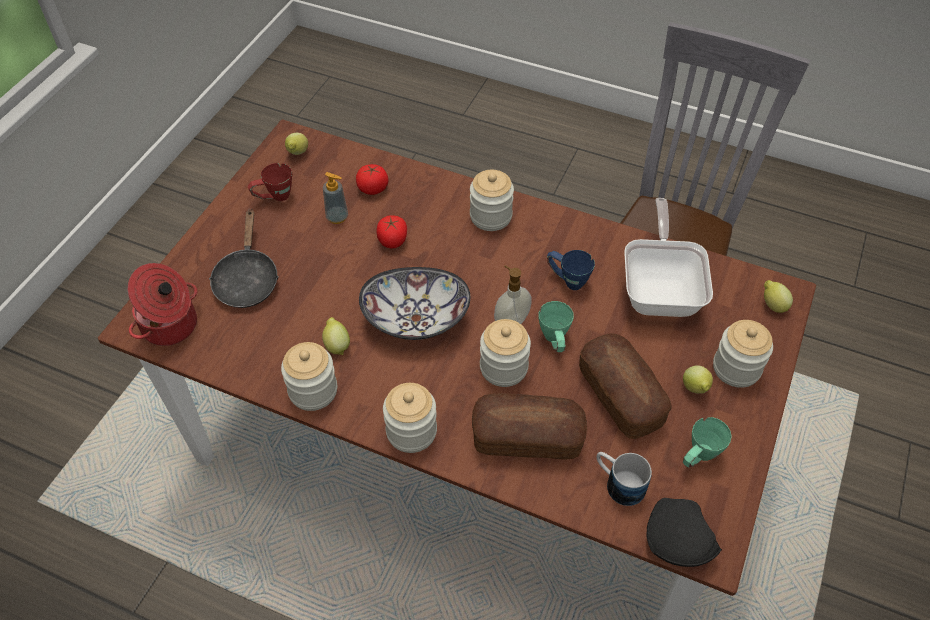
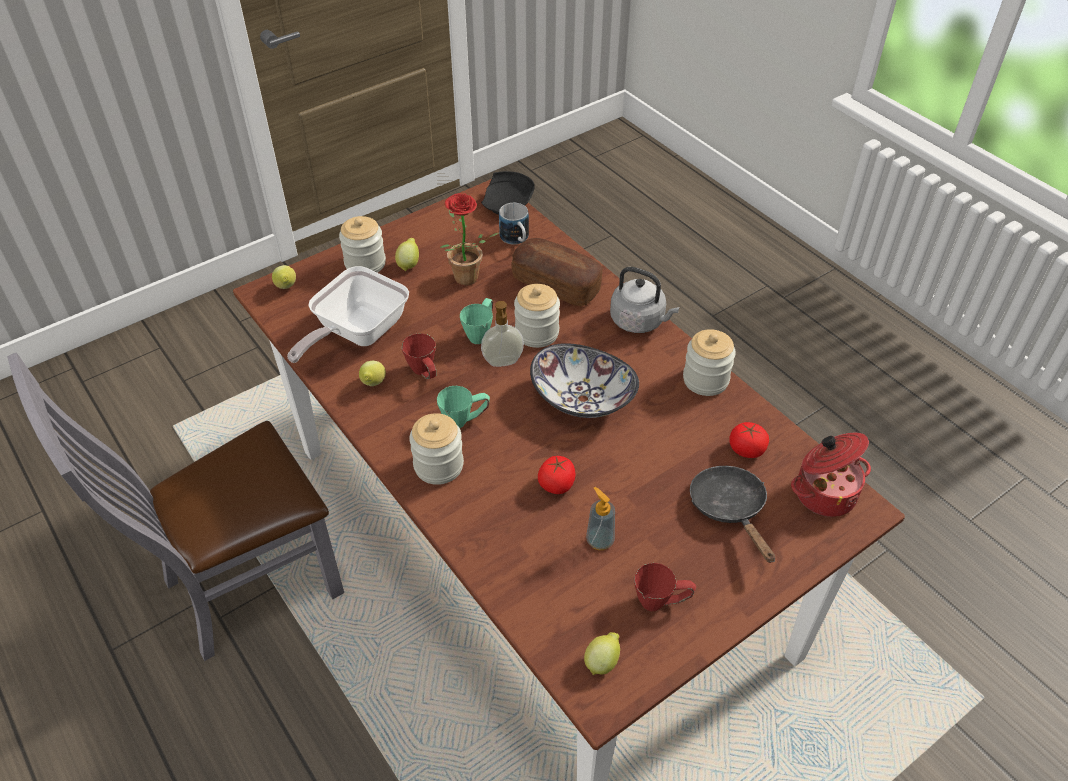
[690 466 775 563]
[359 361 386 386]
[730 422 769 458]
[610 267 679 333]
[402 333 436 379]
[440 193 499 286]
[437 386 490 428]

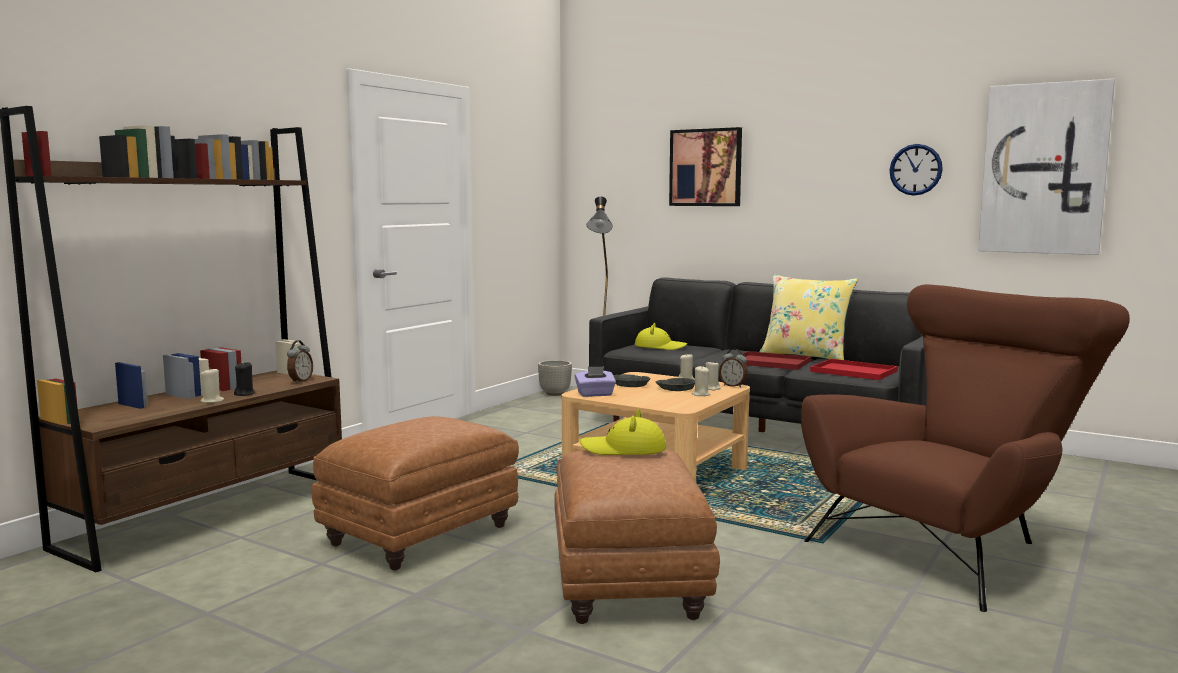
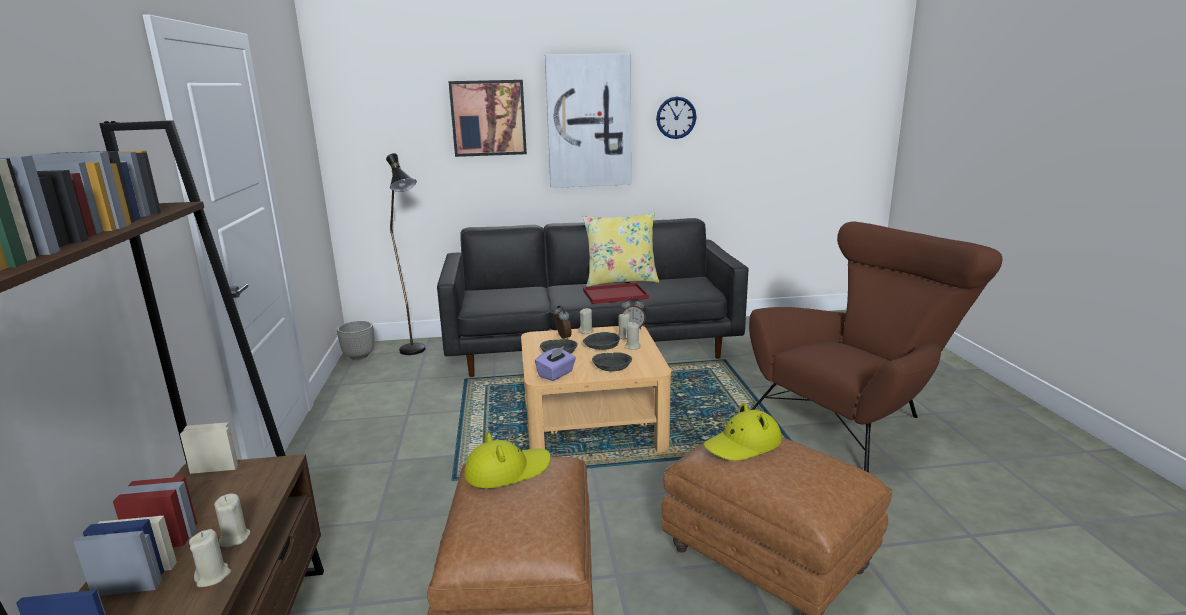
[214 494 250 547]
[554 305 572 339]
[464 433 551 488]
[749 221 1002 472]
[810 359 898 380] (first image)
[545 53 631 188]
[592 352 632 371]

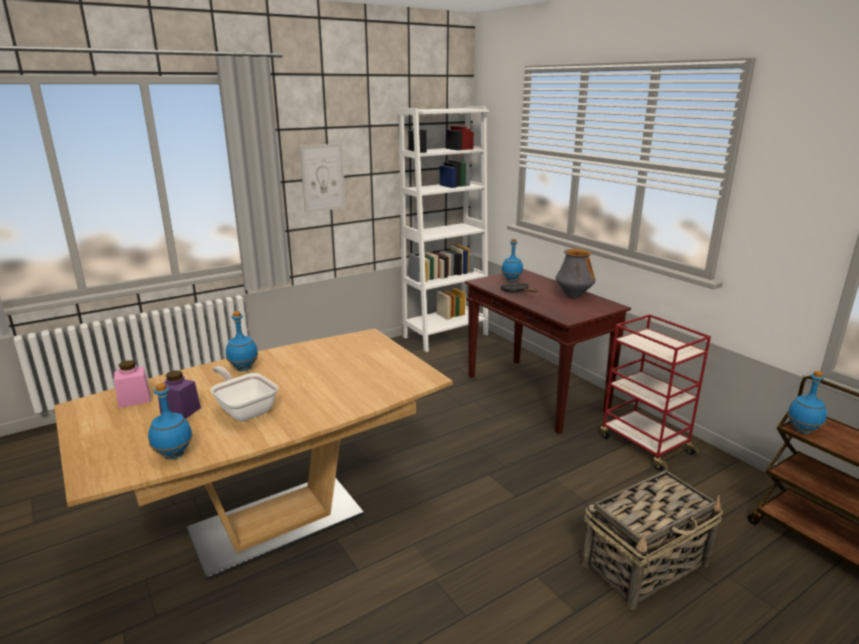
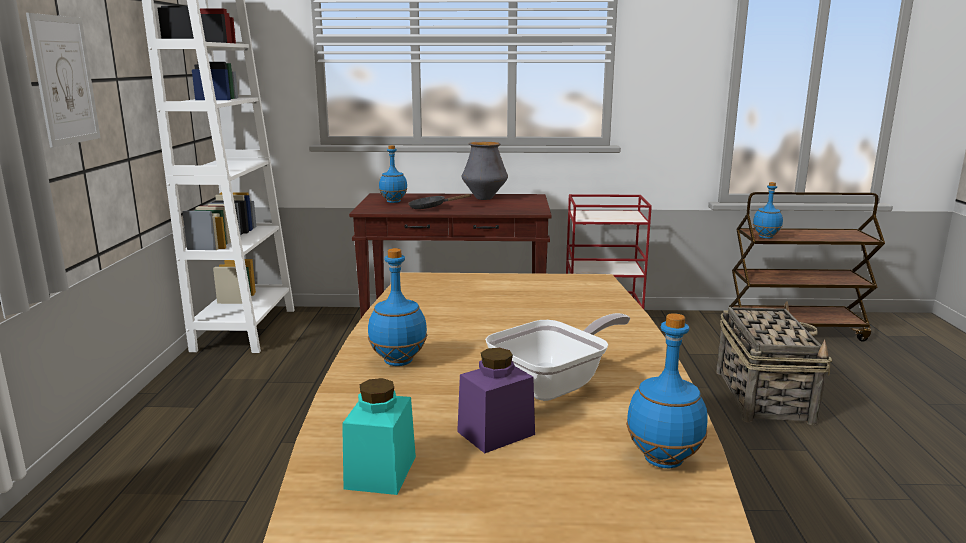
[342 378 416 495]
[485 313 630 401]

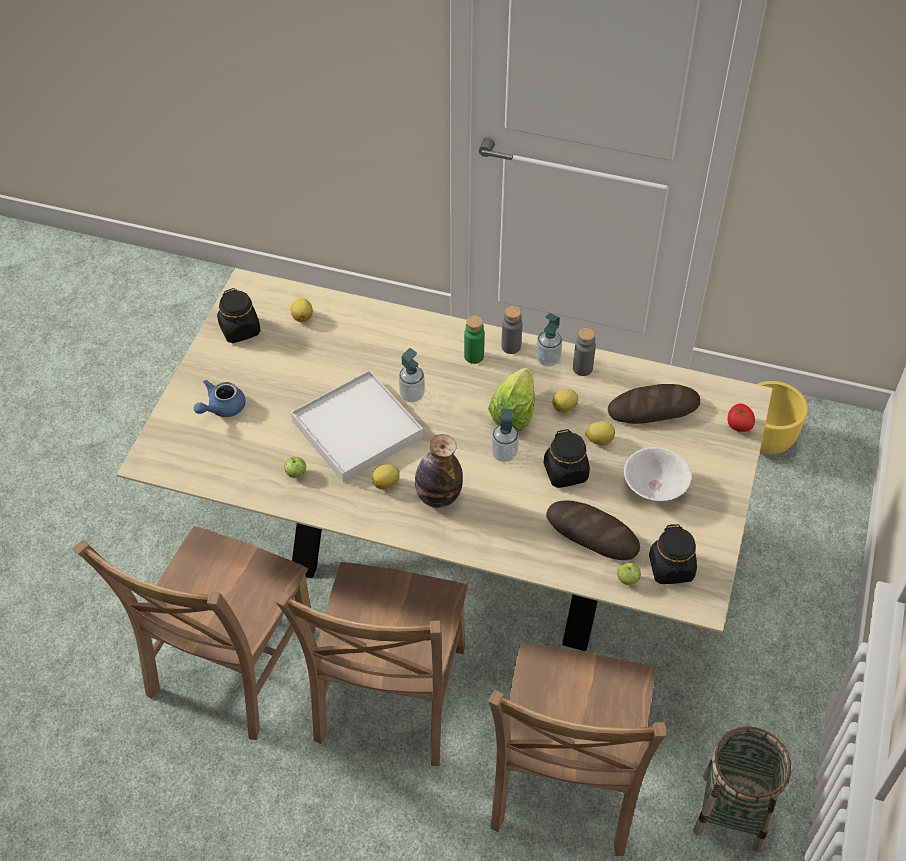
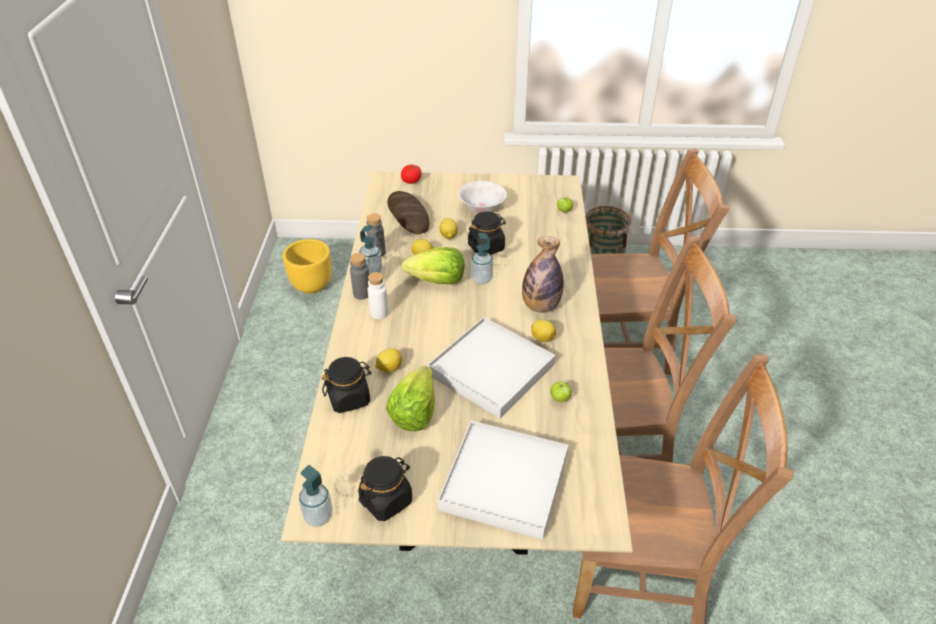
[438 421 568 540]
[375 348 402 372]
[299 465 333 527]
[368 272 389 319]
[546 501 640 560] (first image)
[322 357 372 413]
[386 366 435 431]

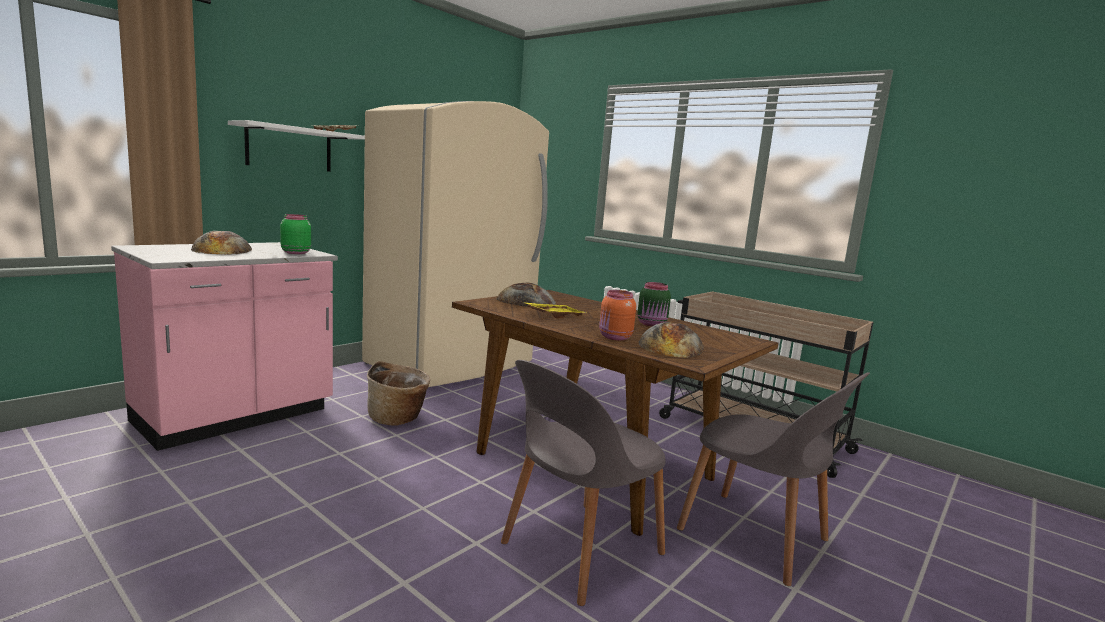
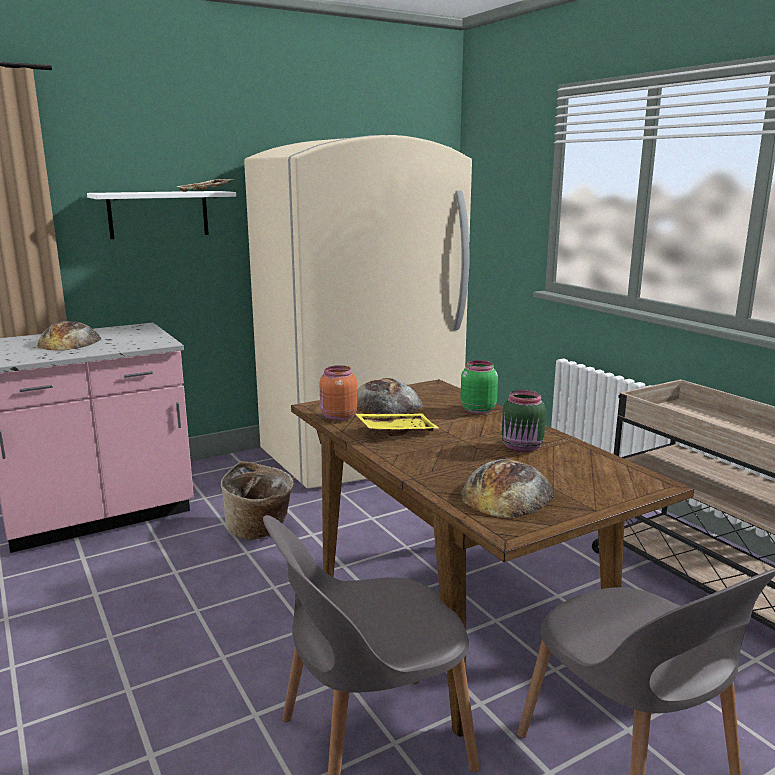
[460 360 498 414]
[320 365 357 421]

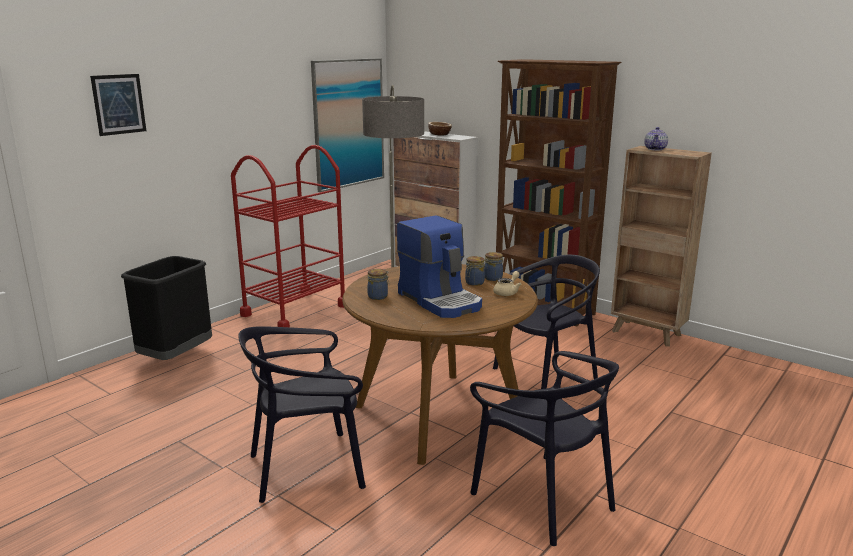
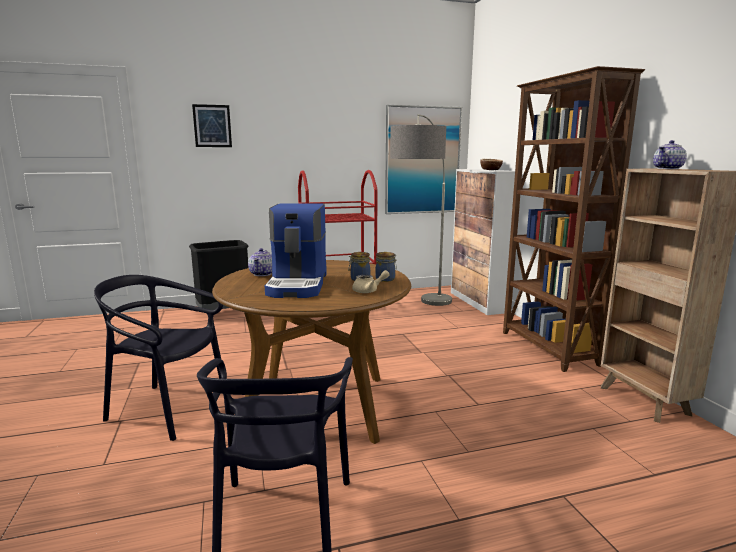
[248 248 272 276]
[493 255 600 389] (first image)

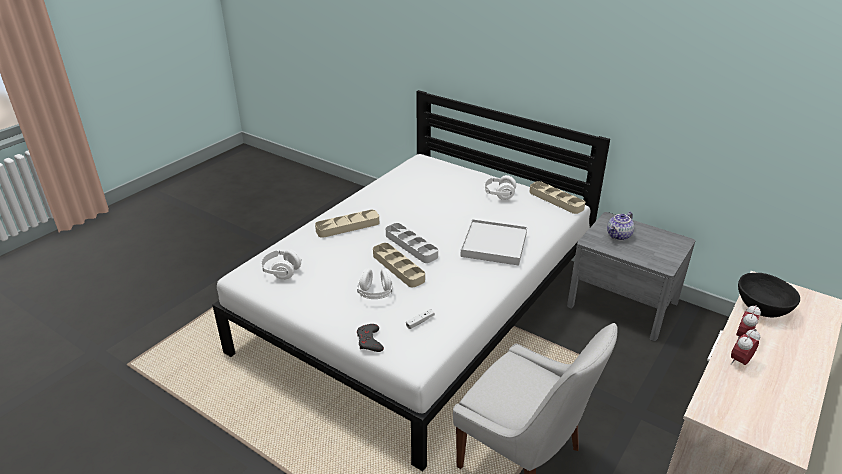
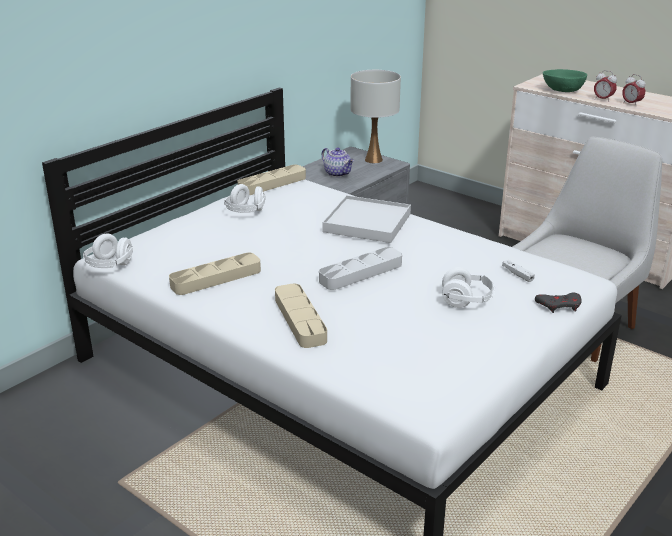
[83 233 133 268]
[169 253 261 295]
[543 69 587 92]
[350 70 401 163]

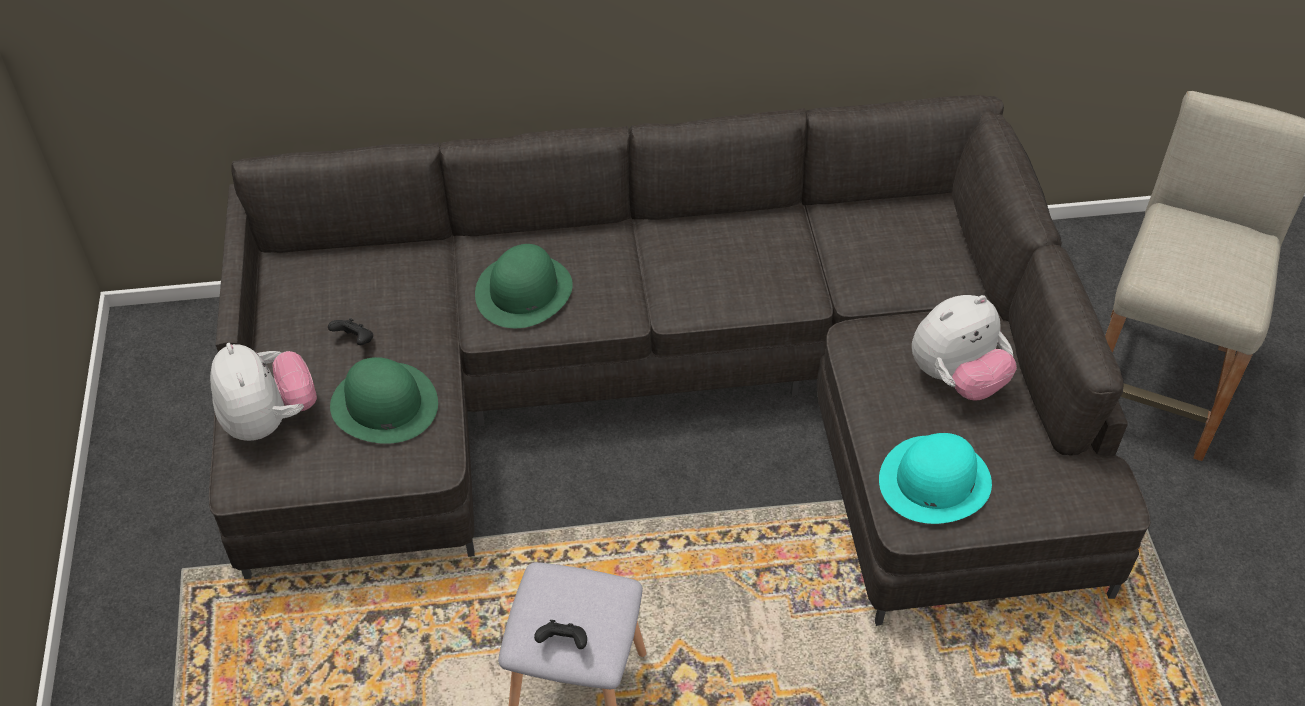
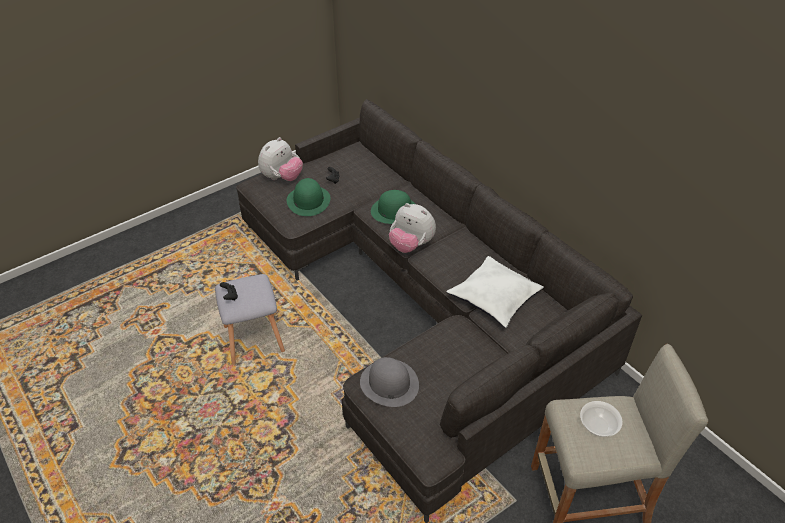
[360 357 419 407]
[389 203 436 253]
[446 256 544 328]
[580 401 622 437]

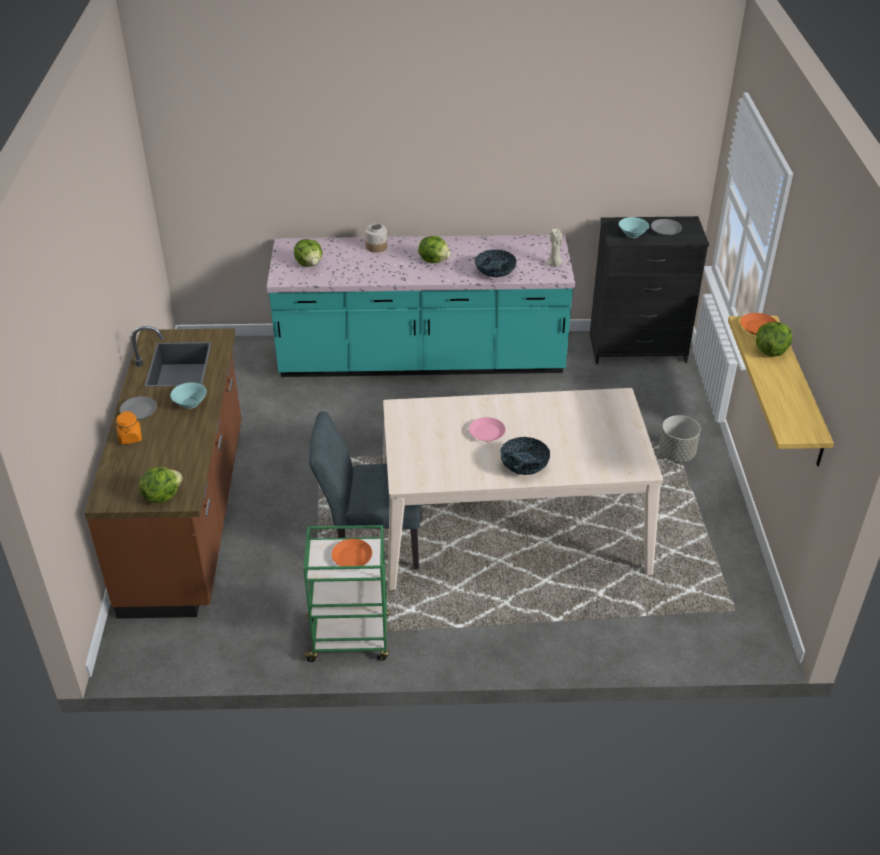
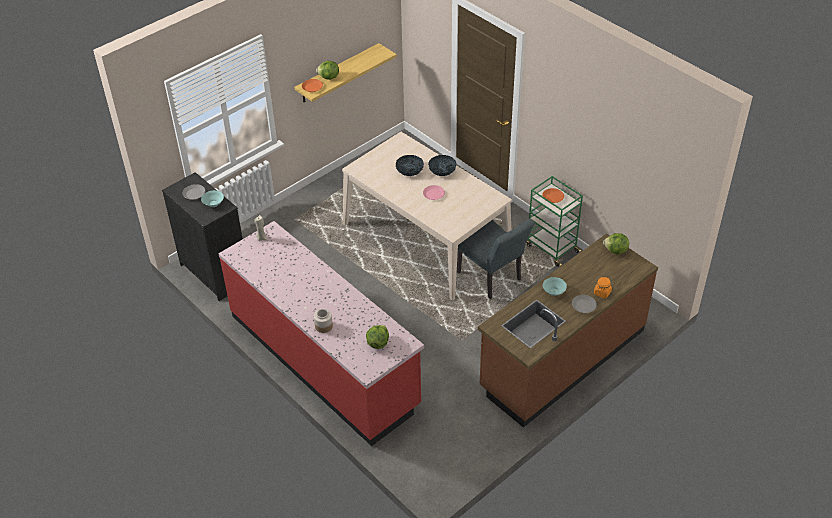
[219 221 424 446]
[418 236 451 263] (first image)
[396 155 424 176]
[659 415 701 462] (first image)

